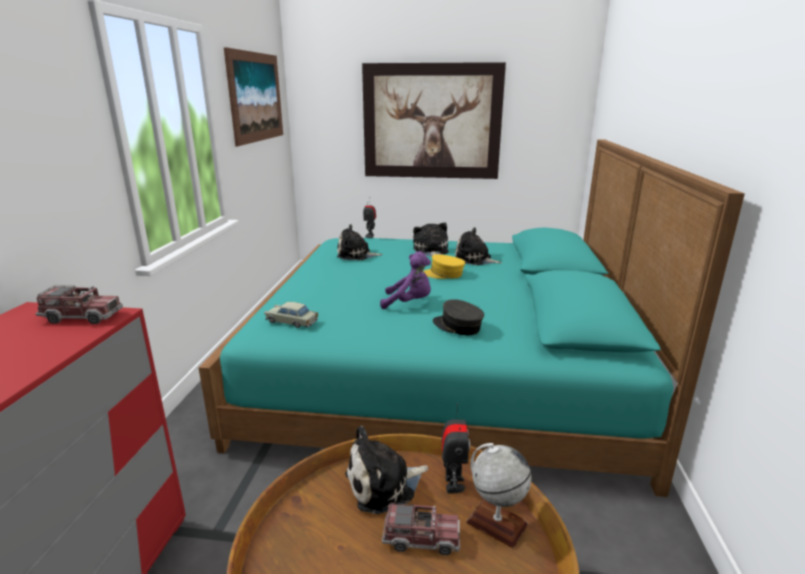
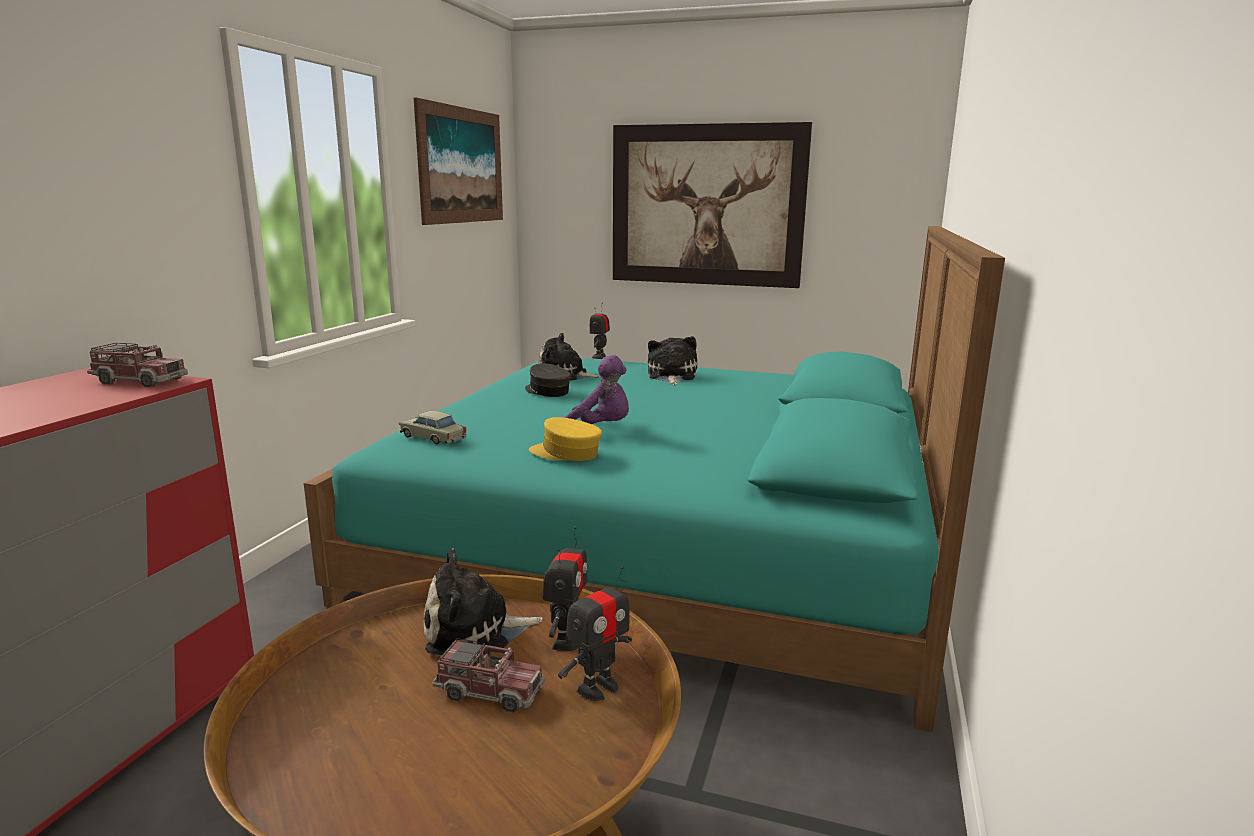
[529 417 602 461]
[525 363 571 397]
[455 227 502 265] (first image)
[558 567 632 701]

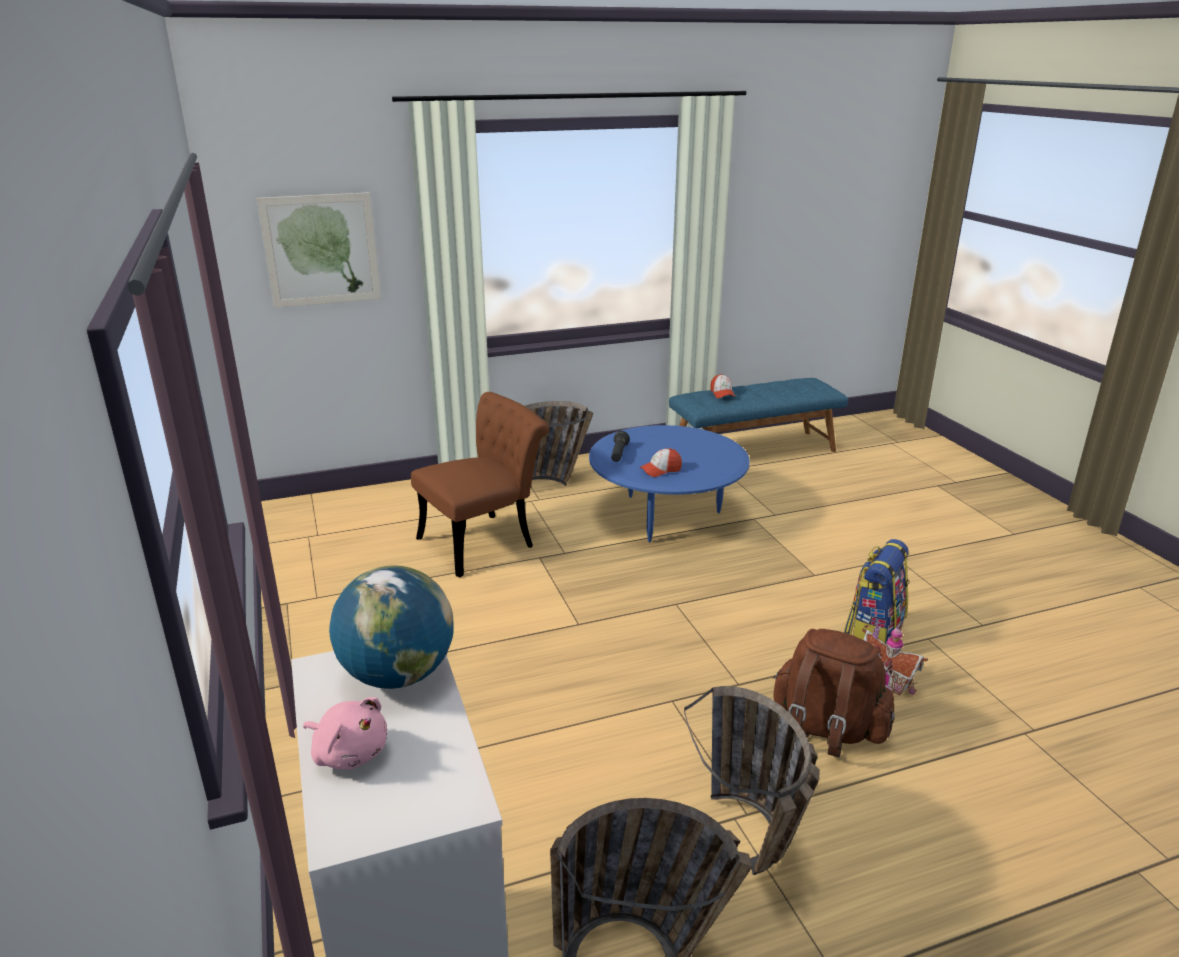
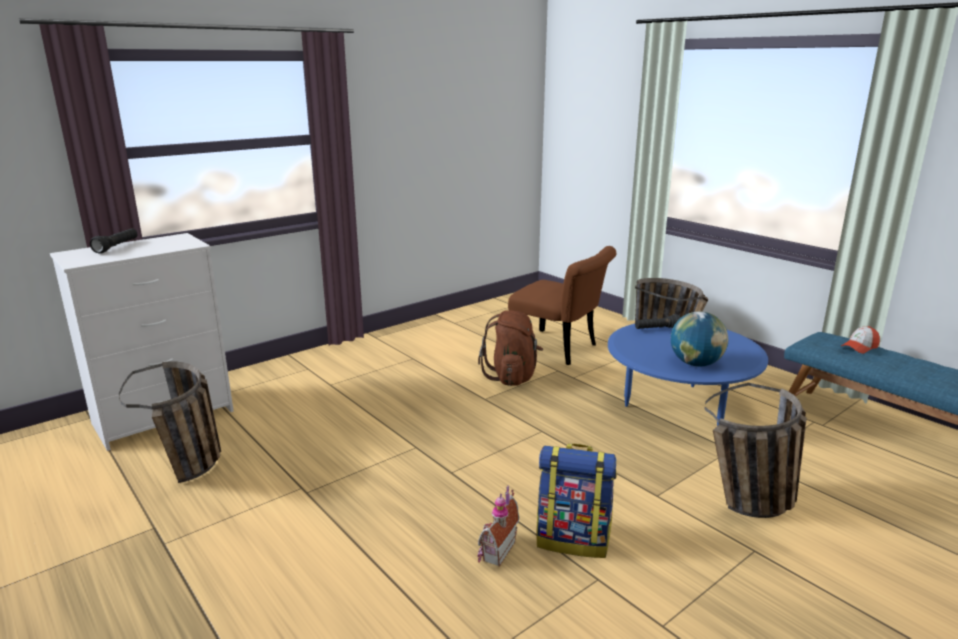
[257 192 381 308] (first image)
[90 228 138 254]
[671 311 728 367]
[639 448 682 477] (first image)
[704 383 807 518]
[478 310 543 386]

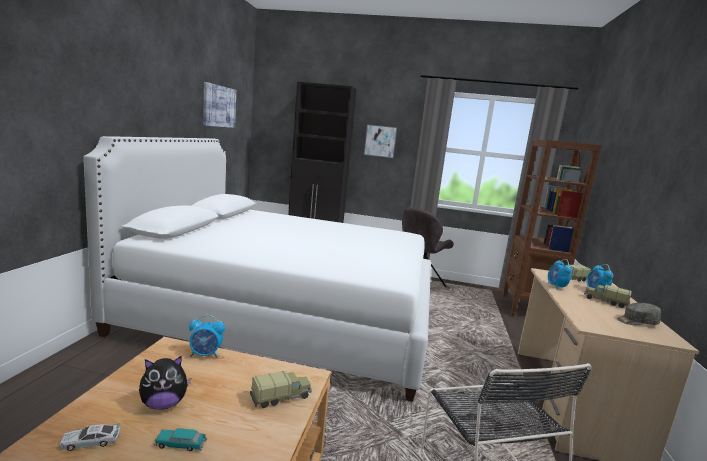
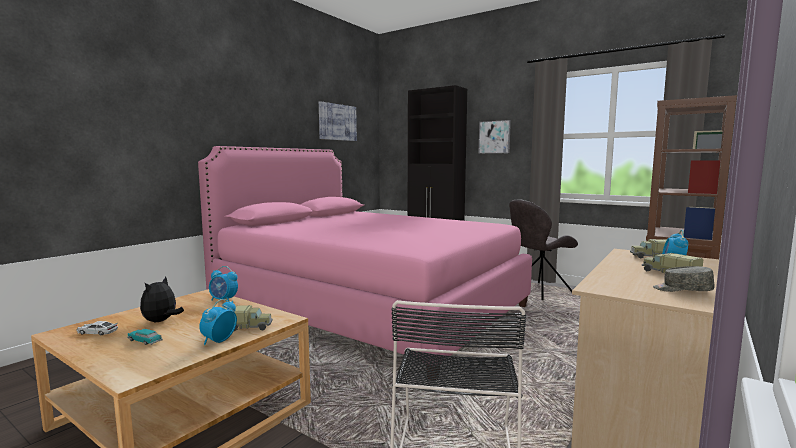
[198 146 532 380]
[140 276 184 322]
[199 299 237 345]

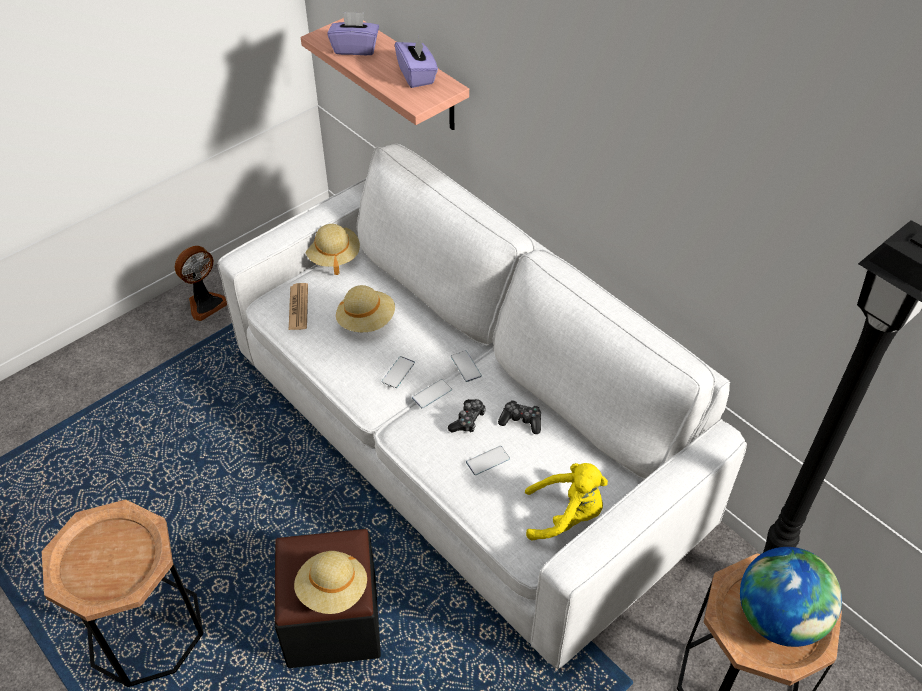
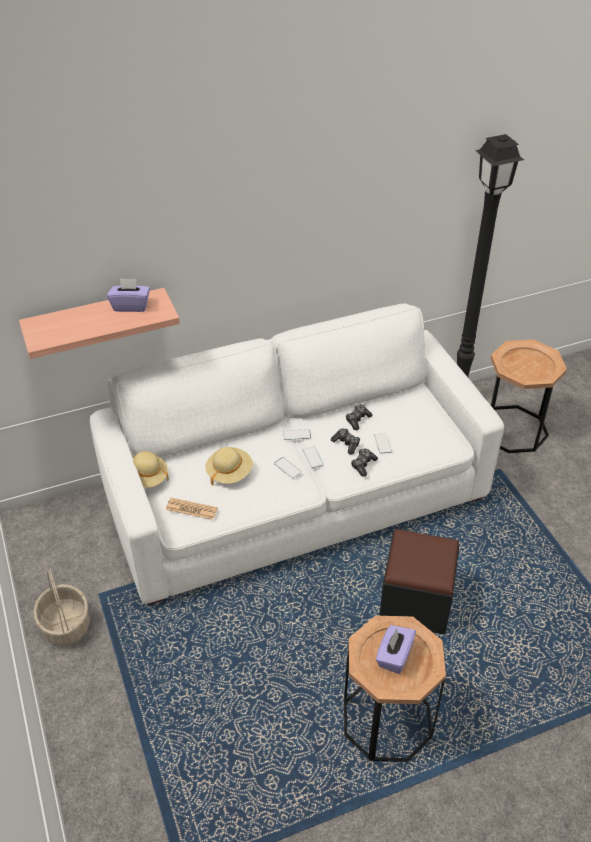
[34 569 90 646]
[294 551 367 614] (first image)
[376 625 416 674]
[525 463 608 540] (first image)
[740 547 842 647] (first image)
[351 449 378 477]

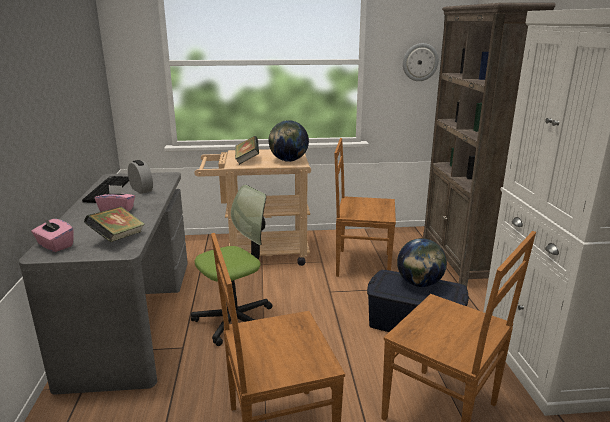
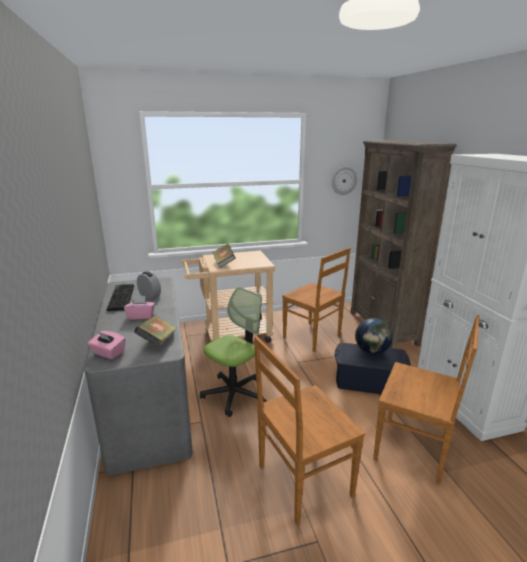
[269 120 309 162] (first image)
[282 248 351 352]

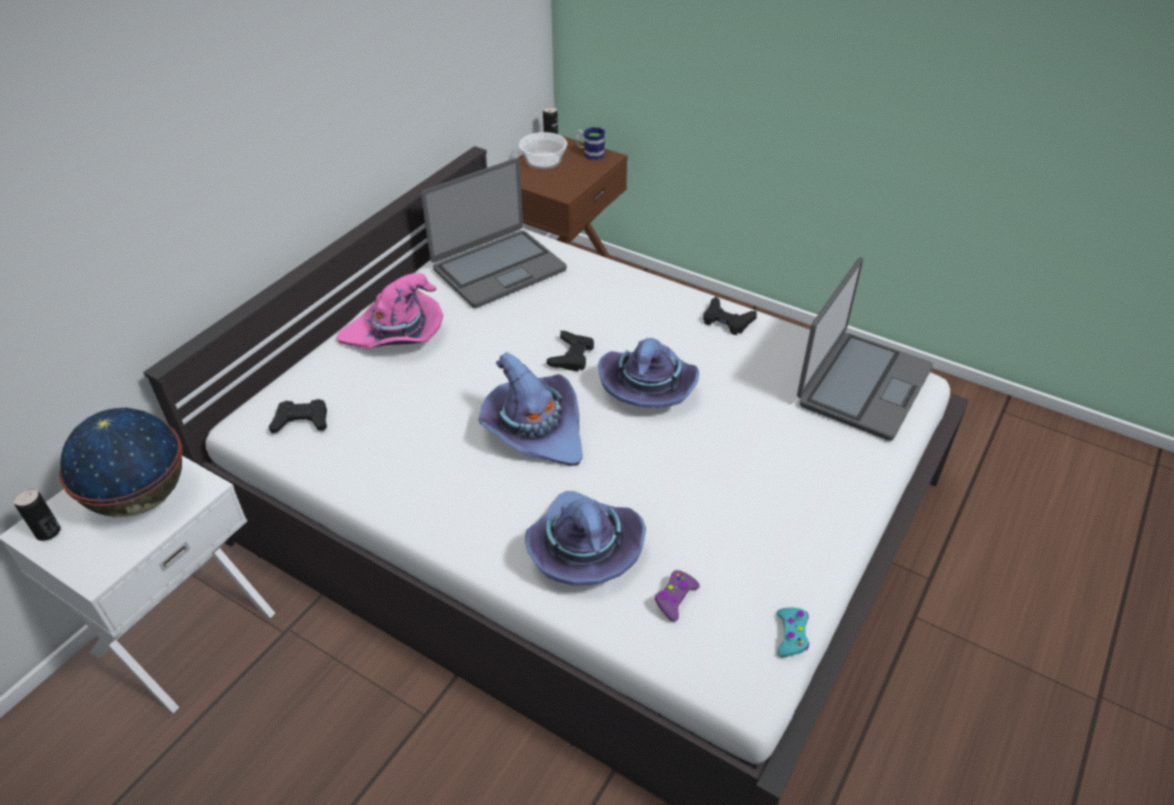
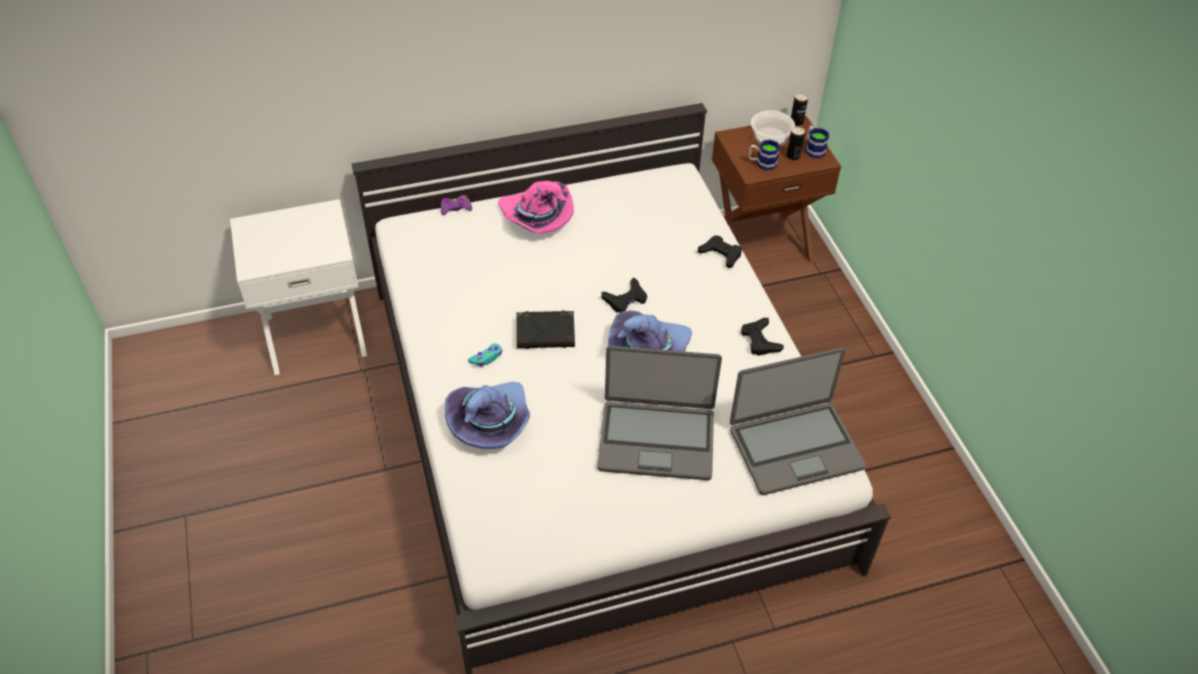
[787 127 805 160]
[59 408 182 518] (first image)
[698 235 742 268]
[597 346 722 480]
[516 310 575 349]
[441 195 472 215]
[468 344 503 366]
[749 140 780 171]

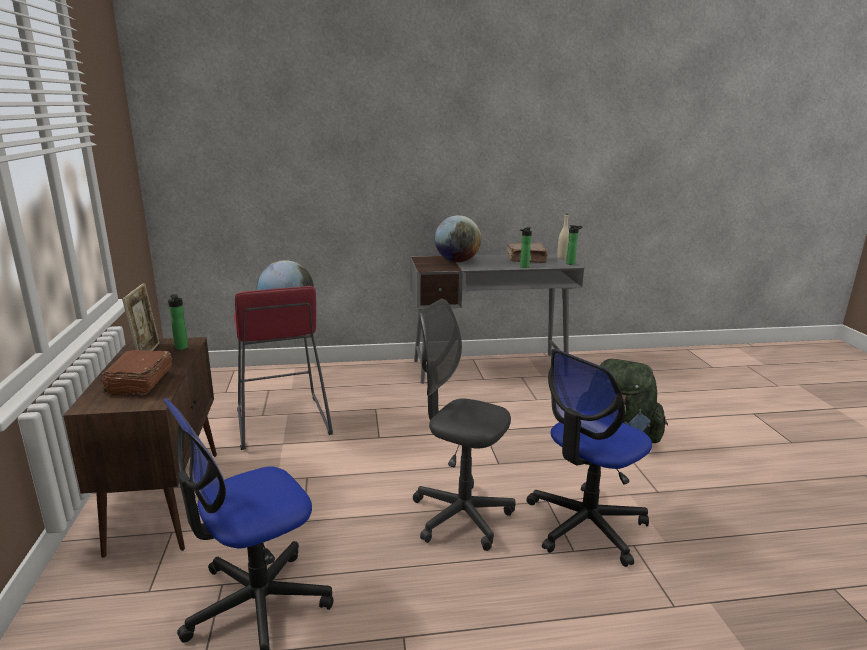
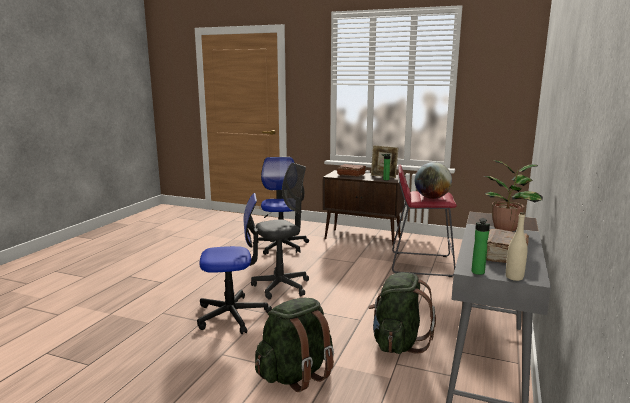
[485 160 543 231]
[520 227 532 268] (first image)
[197 193 272 334]
[368 272 436 354]

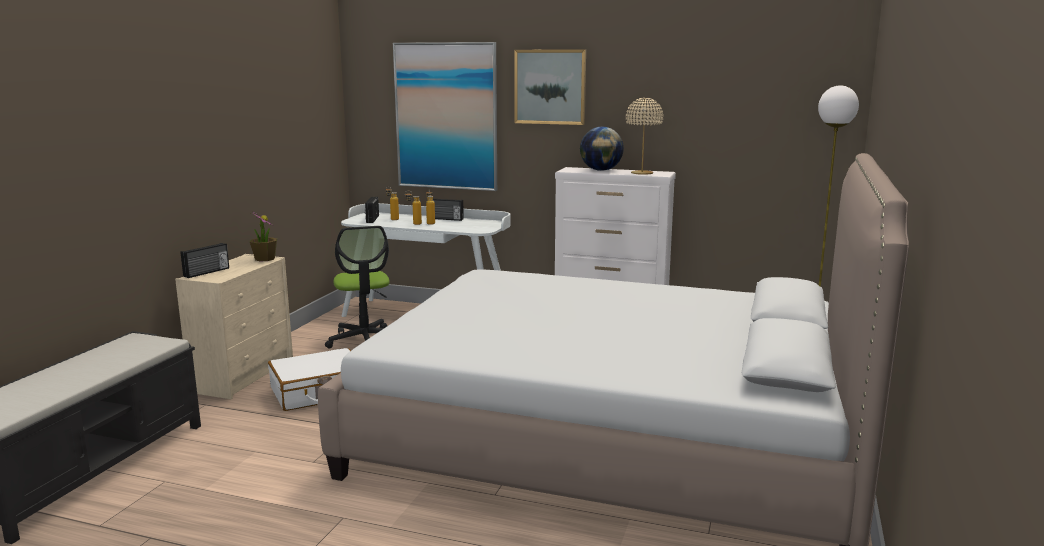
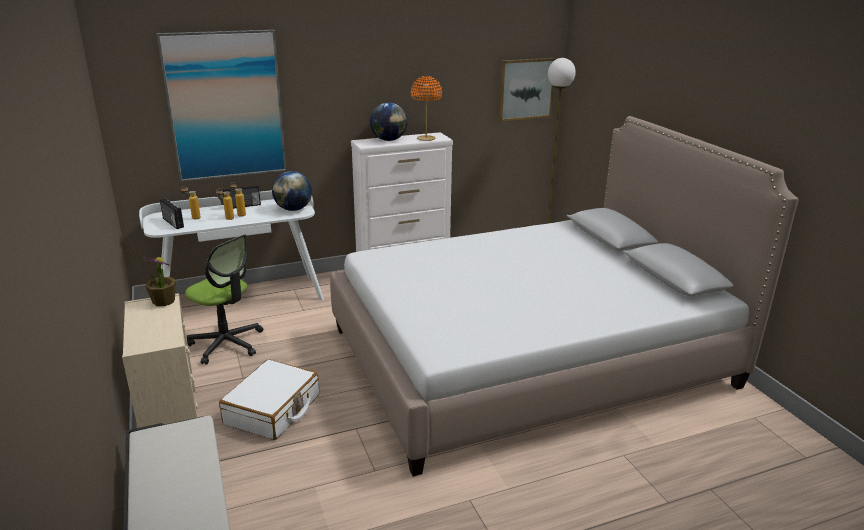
[181 243 229 278] (first image)
[498 58 556 122]
[411 76 442 141]
[272 171 312 211]

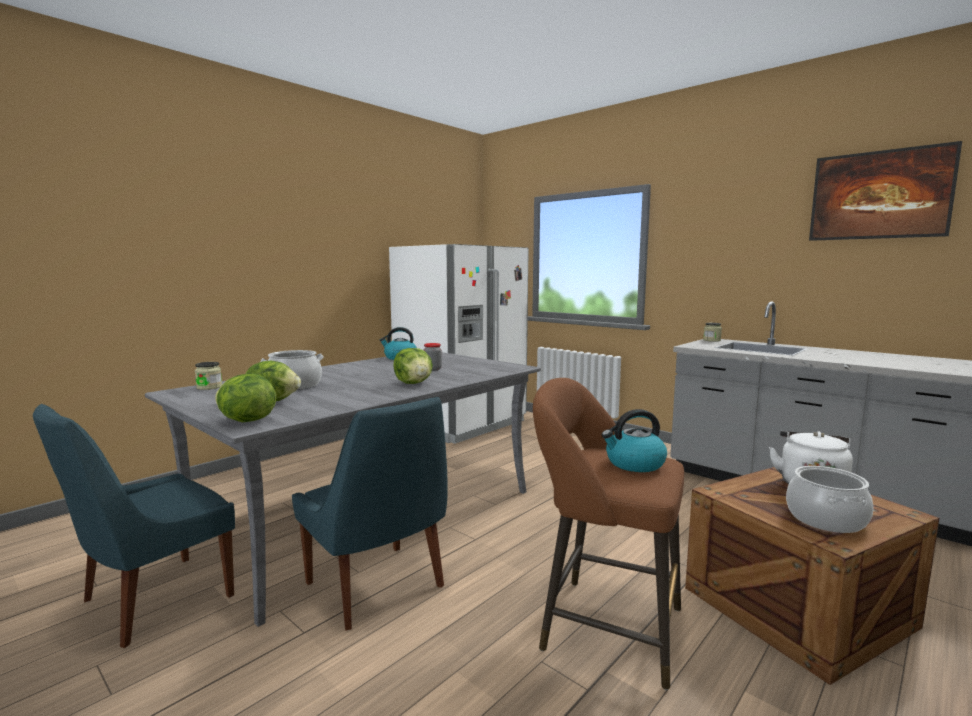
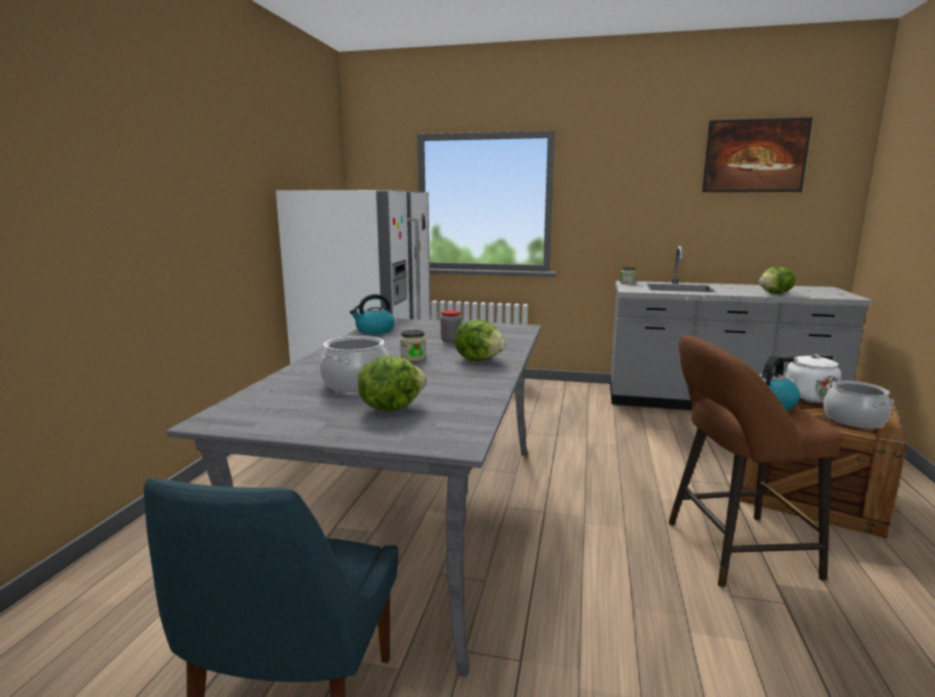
[400 330 426 361]
[759 267 796 294]
[292 397 448 631] (first image)

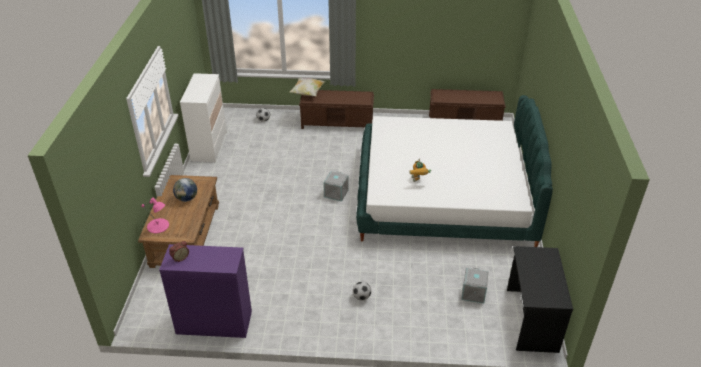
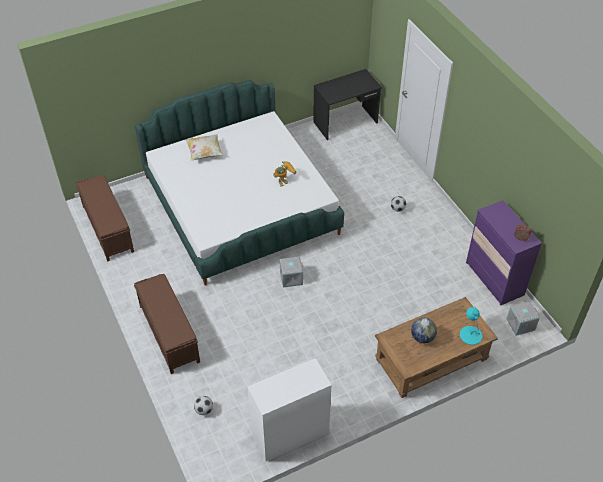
[460 307 482 345]
[185 134 223 161]
[506 301 540 336]

